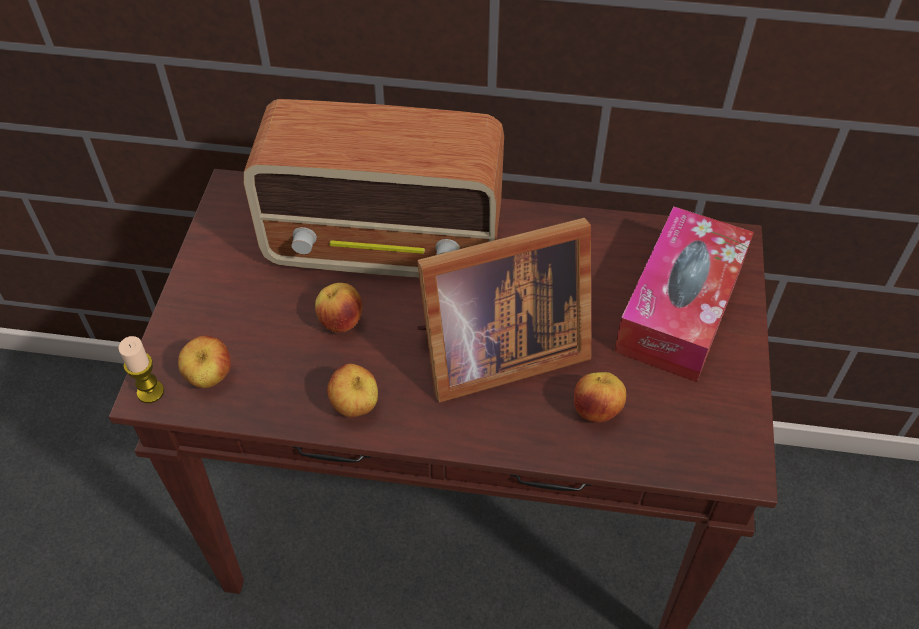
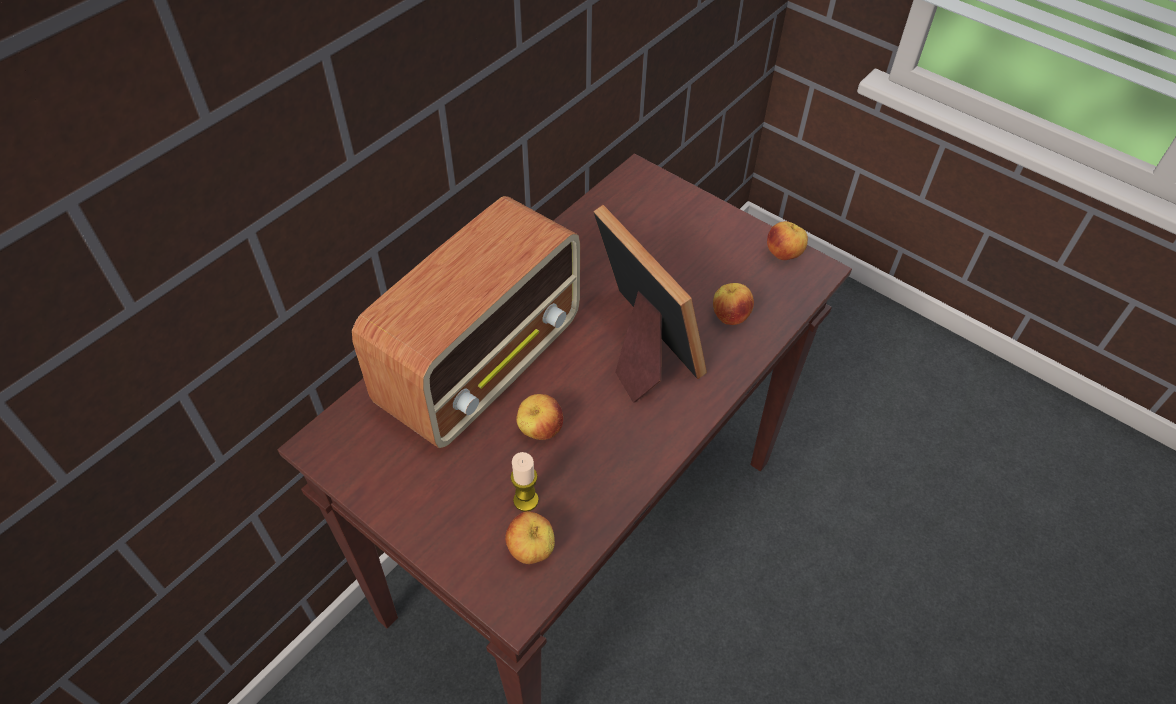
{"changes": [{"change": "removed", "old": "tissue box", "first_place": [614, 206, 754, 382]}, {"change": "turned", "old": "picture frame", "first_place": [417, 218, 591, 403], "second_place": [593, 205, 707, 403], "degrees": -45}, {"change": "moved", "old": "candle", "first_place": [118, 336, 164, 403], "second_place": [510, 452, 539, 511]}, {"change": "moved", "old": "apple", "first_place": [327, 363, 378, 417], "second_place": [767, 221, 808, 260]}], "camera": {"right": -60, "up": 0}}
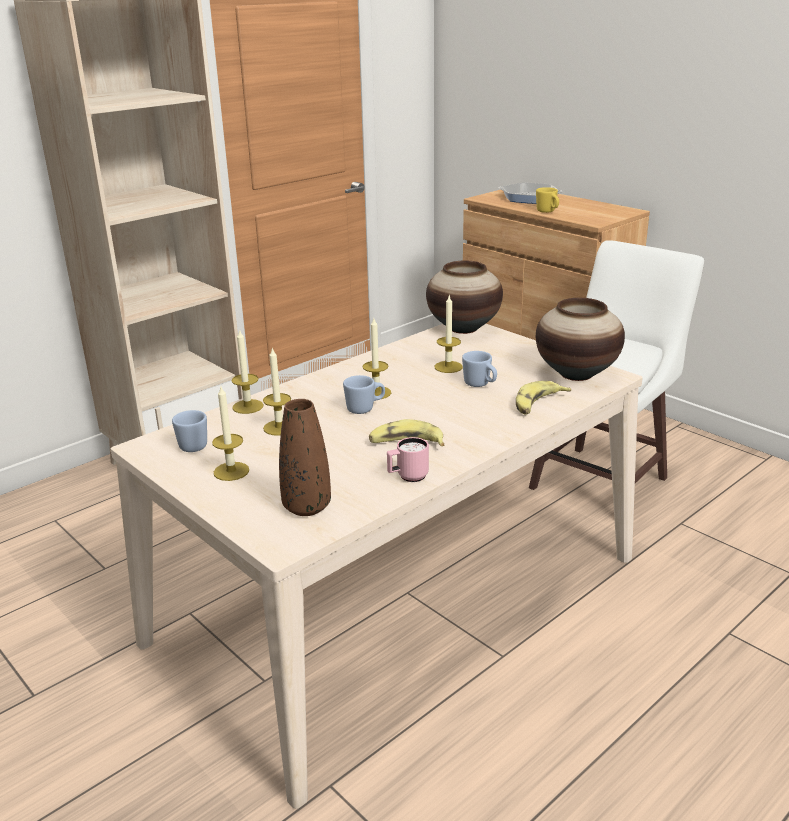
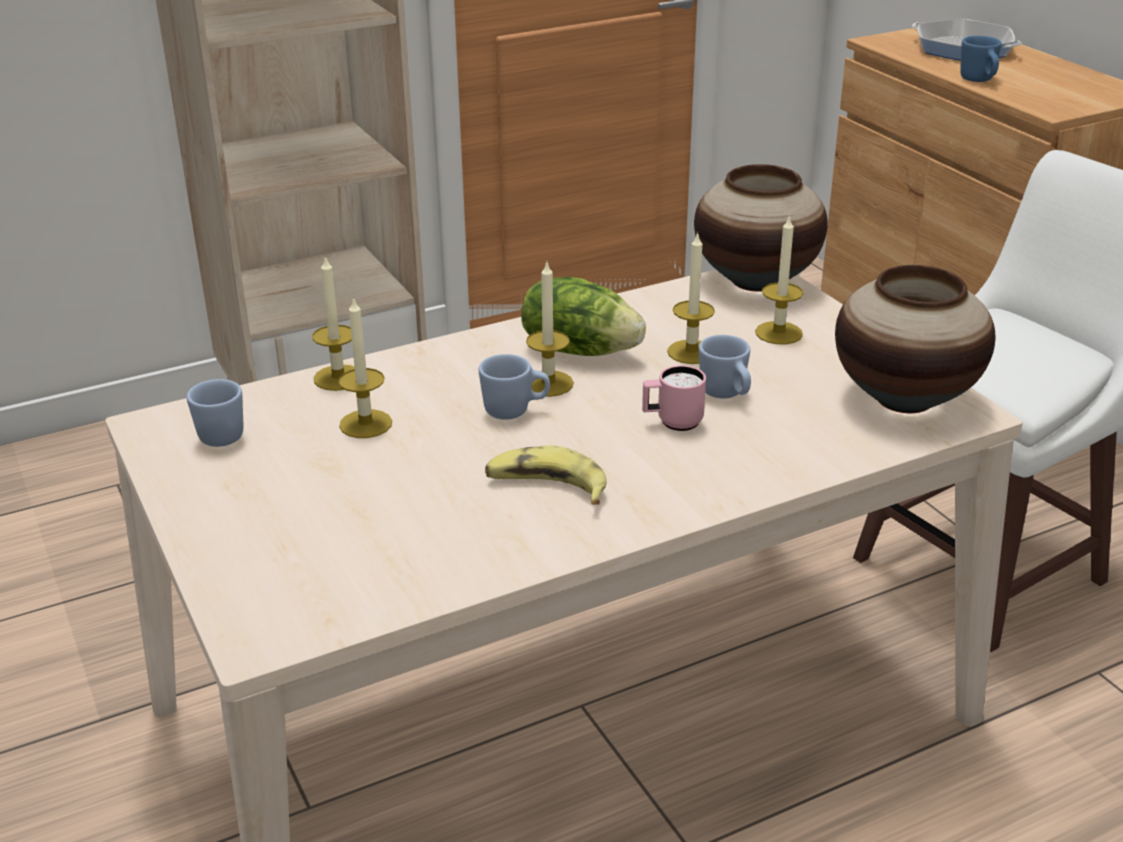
{"changes": [{"change": "recoloured", "old": "yellow mug", "new": "blue mug", "first_place": [536, 187, 559, 213], "second_place": [960, 36, 1002, 82]}, {"change": "removed", "old": "banana", "first_place": [516, 381, 571, 415]}, {"change": "moved", "old": "candle", "first_place": [212, 387, 249, 481], "second_place": [755, 215, 803, 344]}, {"change": "removed", "old": "brown vase", "first_place": [279, 399, 331, 516]}, {"change": "moved", "old": "pink mug", "first_place": [387, 437, 429, 482], "second_place": [642, 365, 706, 431]}, {"change": "added", "new": "lettuce", "second_place": [521, 277, 646, 356]}], "camera": {"right": 15, "up": 5}}
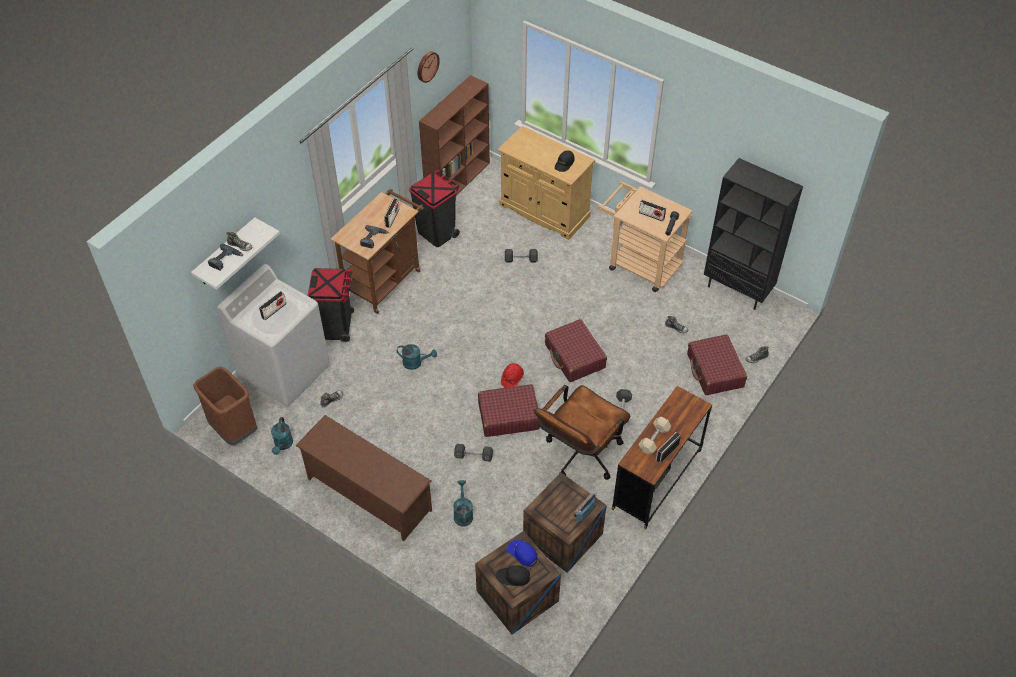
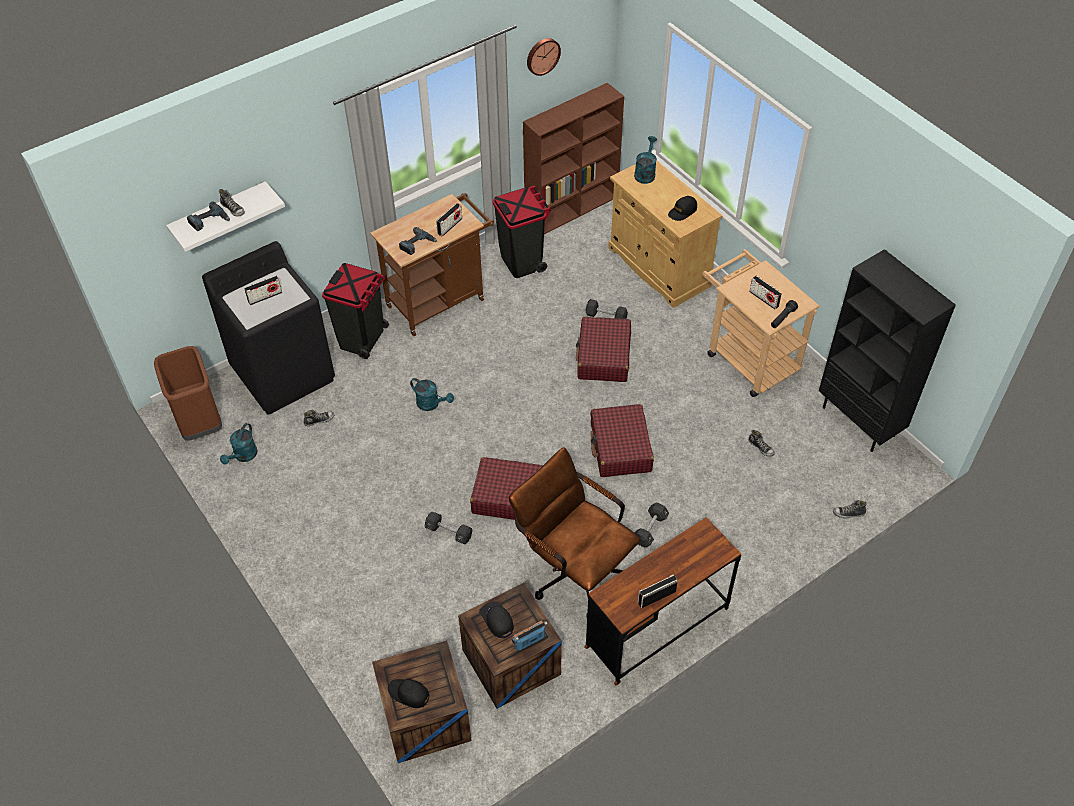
{"changes": [{"change": "recoloured", "old": "white washing machine", "new": "black washing machine", "first_place": [217, 264, 330, 407], "second_place": [202, 241, 335, 415]}, {"change": "moved", "old": "red suitcase", "first_place": [687, 334, 747, 395], "second_place": [576, 317, 631, 382]}, {"change": "removed", "old": "red hard hat", "first_place": [501, 363, 524, 387]}, {"change": "turned", "old": "brown office chair", "first_place": [534, 385, 630, 480], "second_place": [509, 447, 640, 600], "degrees": 75}, {"change": "removed", "old": "brown shoe rack", "first_place": [295, 415, 432, 541]}, {"change": "removed", "old": "beige dumbbell", "first_place": [638, 417, 671, 455]}, {"change": "moved", "old": "turquoise watering can", "first_place": [453, 480, 473, 527], "second_place": [634, 136, 657, 184]}, {"change": "removed", "old": "blue cap", "first_place": [506, 539, 537, 567]}, {"change": "added", "new": "black cap", "second_place": [479, 601, 514, 638]}], "camera": {"right": 20, "up": 0}}
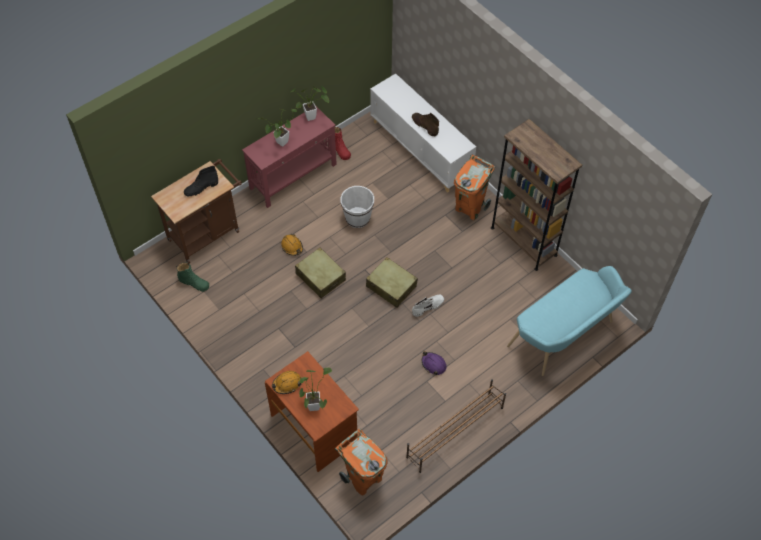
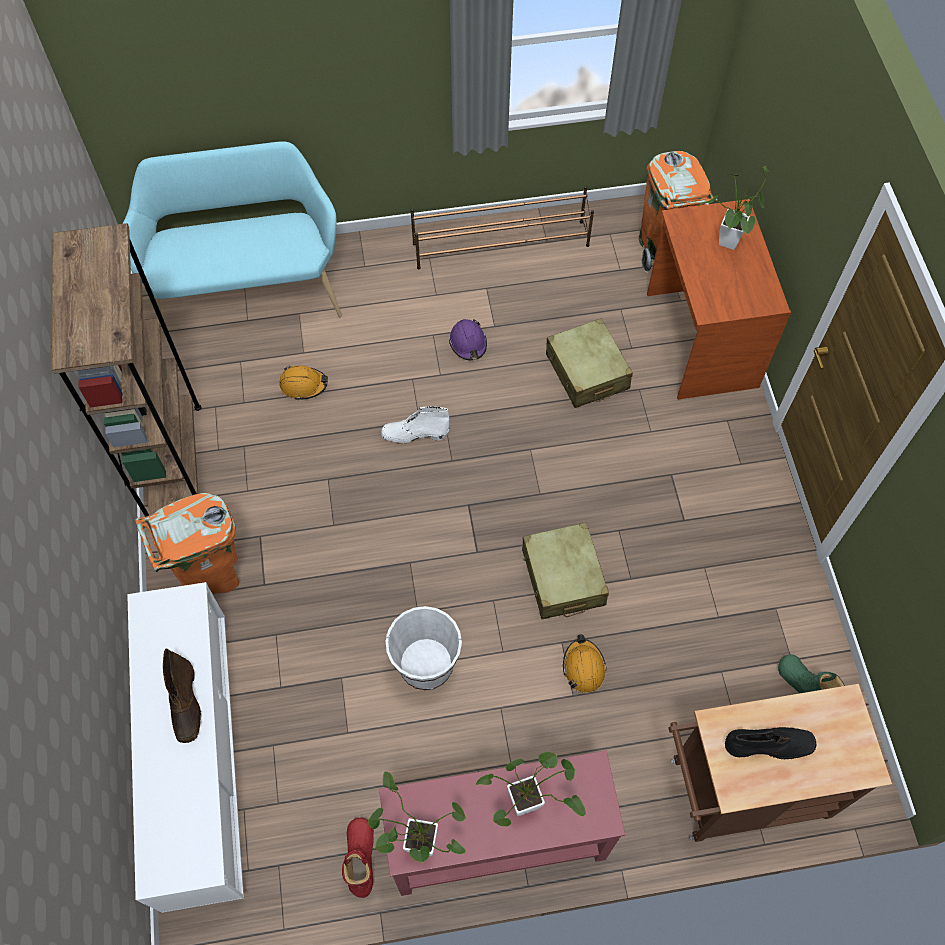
{"changes": [{"change": "moved", "old": "beige suitcase", "first_place": [366, 257, 418, 308], "second_place": [546, 318, 633, 408]}, {"change": "moved", "old": "orange hard hat", "first_place": [271, 371, 301, 394], "second_place": [279, 365, 328, 400]}], "camera": {"right": -150, "up": 5}}
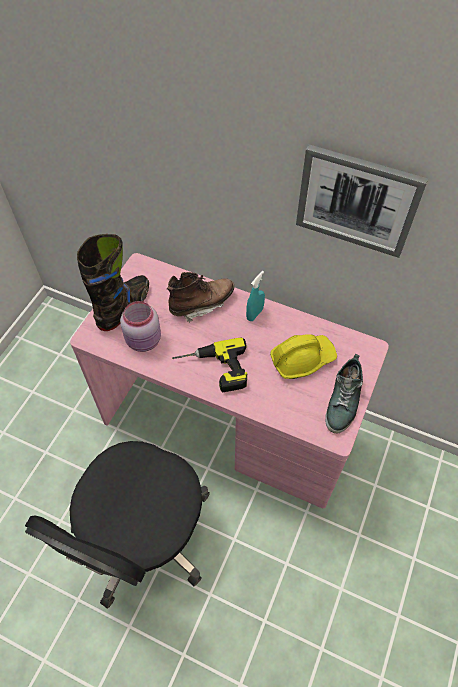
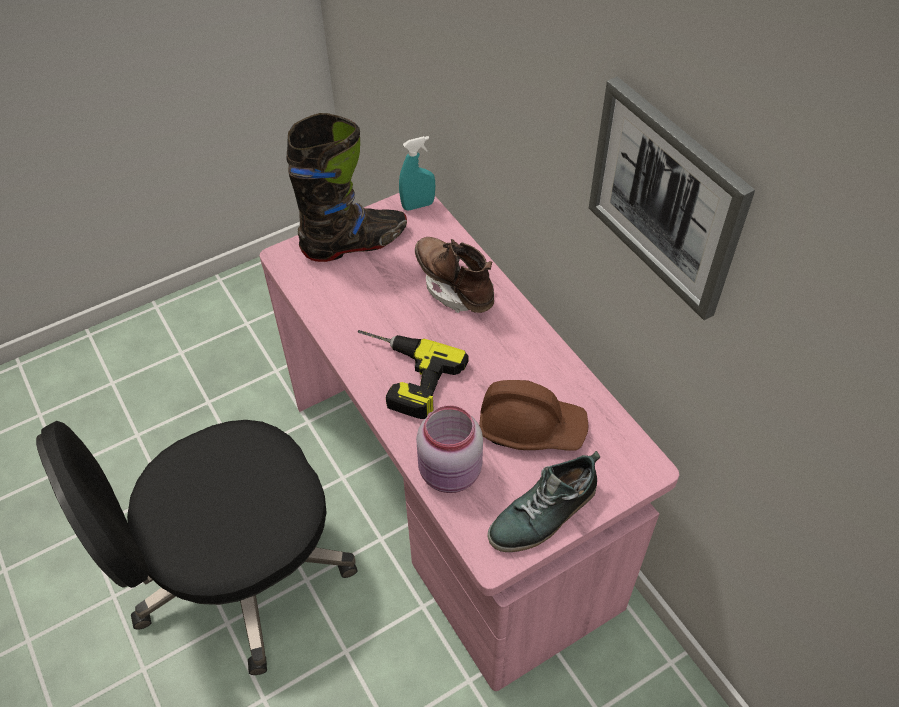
{"changes": [{"change": "moved", "old": "turquoise spray bottle", "first_place": [246, 271, 265, 321], "second_place": [399, 136, 435, 211]}, {"change": "turned", "old": "brown boot", "first_place": [167, 272, 234, 323], "second_place": [415, 237, 494, 313], "degrees": -135}, {"change": "moved", "old": "pink jar", "first_place": [120, 301, 161, 352], "second_place": [416, 405, 483, 493]}, {"change": "recoloured", "old": "yellow hard hat", "new": "brown hard hat", "first_place": [270, 334, 337, 379], "second_place": [479, 380, 588, 451]}], "camera": {"right": 35, "up": -5}}
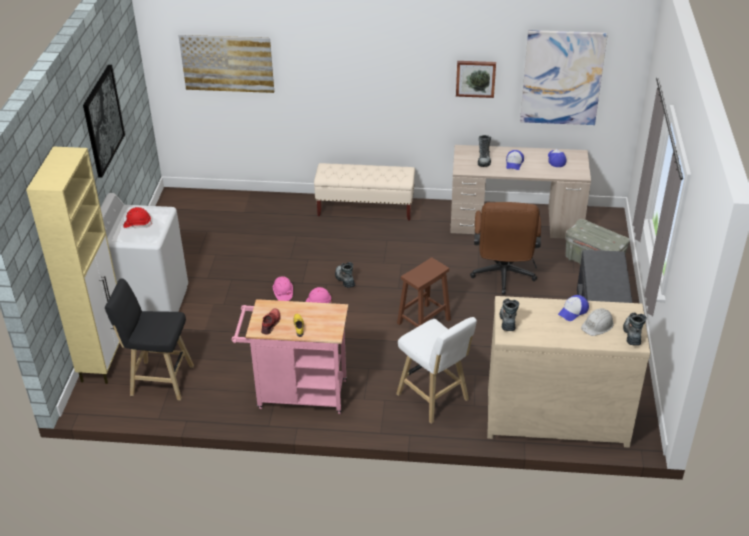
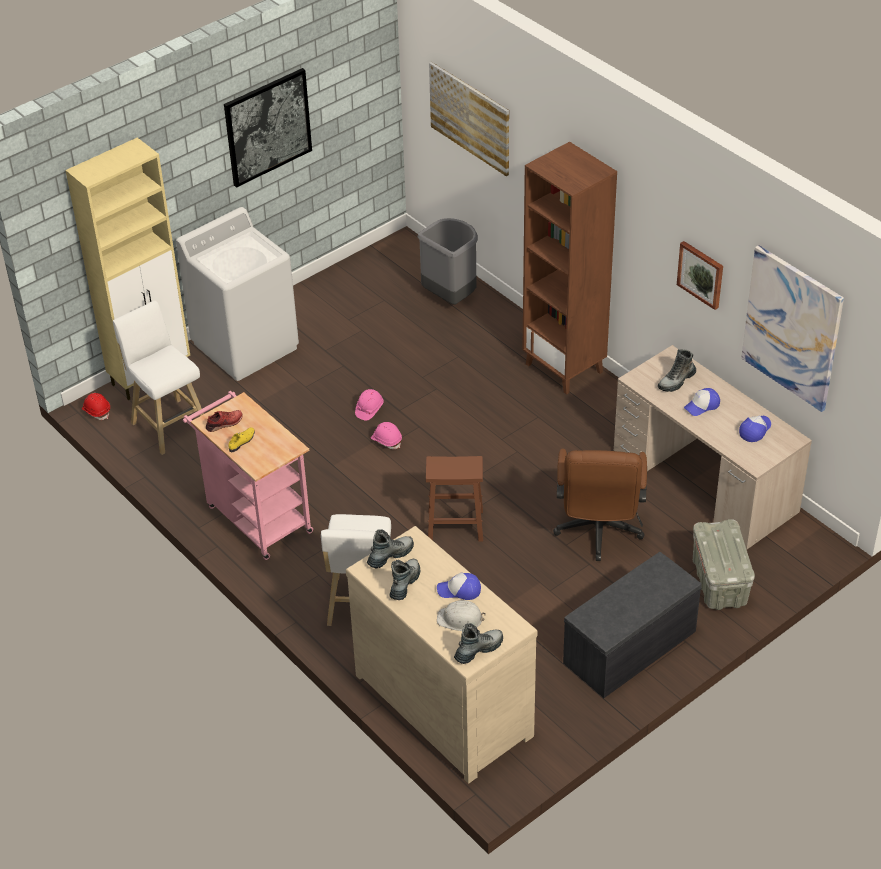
{"changes": [{"change": "replaced", "old": "beige bench", "new": "brown bookcase", "first_place": [314, 163, 415, 221], "second_place": [522, 142, 617, 395]}, {"change": "turned", "old": "brown office chair", "first_place": [470, 202, 541, 295], "second_place": [553, 448, 647, 561], "degrees": -45}, {"change": "moved", "old": "red hard hat", "first_place": [123, 207, 152, 228], "second_place": [82, 393, 110, 420]}, {"change": "moved", "old": "boot", "first_place": [335, 262, 355, 288], "second_place": [389, 559, 420, 600]}, {"change": "recoloured", "old": "black stool", "new": "white stool", "first_place": [105, 279, 194, 401], "second_place": [113, 301, 204, 455]}, {"change": "added", "new": "grey trash can", "second_place": [418, 218, 478, 305]}], "camera": {"right": 45, "up": 5}}
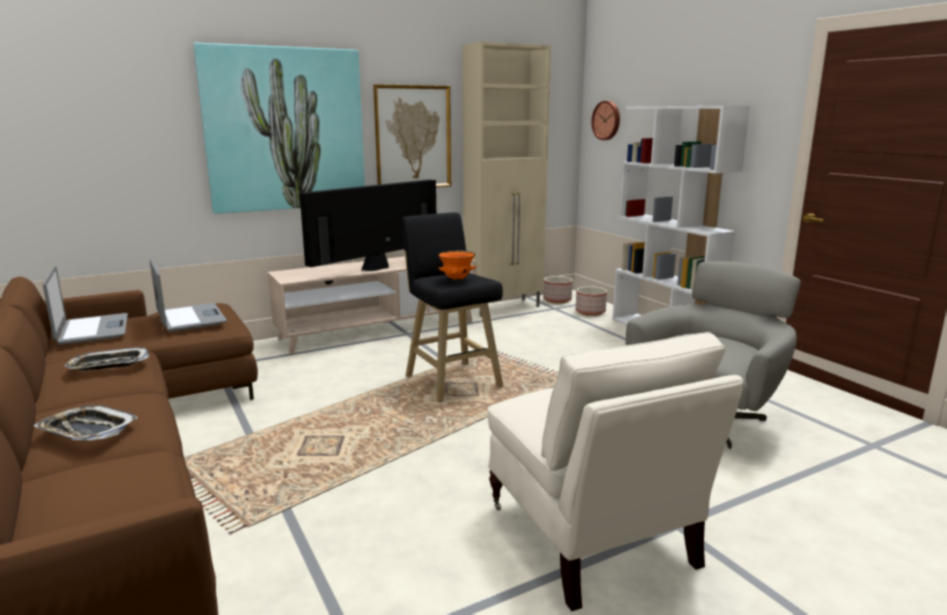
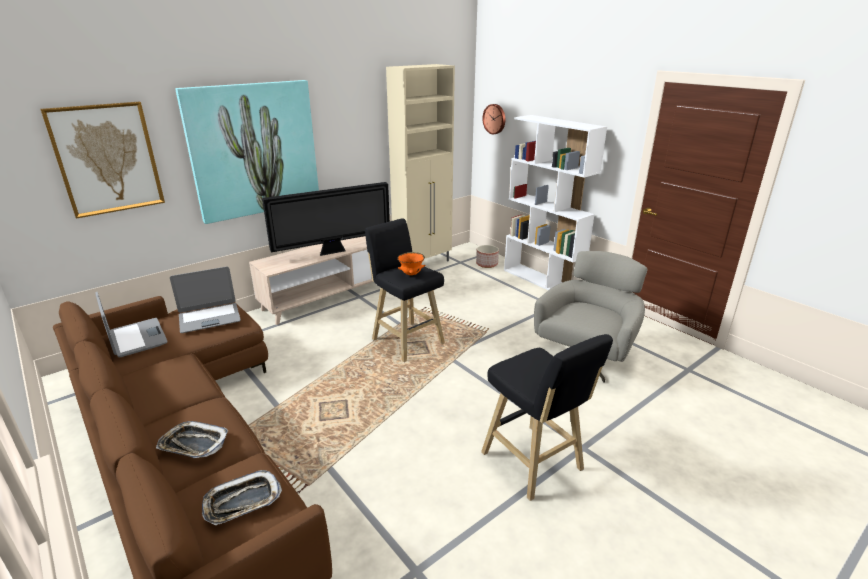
{"changes": [{"change": "moved", "old": "picture", "first_place": [373, 84, 451, 187], "second_place": [40, 101, 165, 219]}, {"change": "turned", "old": "television", "first_place": [300, 179, 436, 271], "second_place": [262, 182, 390, 256], "degrees": -150}, {"change": "turned", "old": "laptop", "first_place": [150, 259, 227, 332], "second_place": [170, 267, 241, 333], "degrees": 105}, {"change": "removed", "old": "planter", "first_place": [544, 276, 573, 303]}, {"change": "replaced", "old": "beige armchair", "new": "black stool", "first_place": [487, 332, 743, 611], "second_place": [481, 334, 613, 501]}, {"change": "moved", "old": "tray", "first_place": [65, 347, 150, 371], "second_place": [202, 470, 282, 525]}], "camera": {"right": -10, "up": 10}}
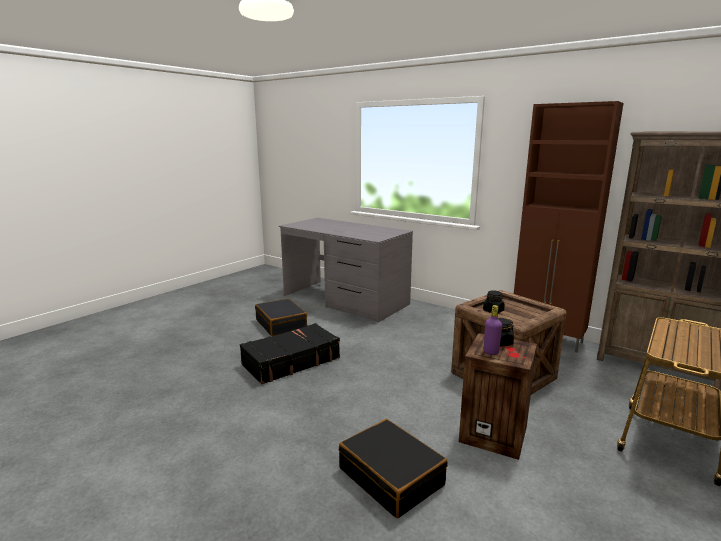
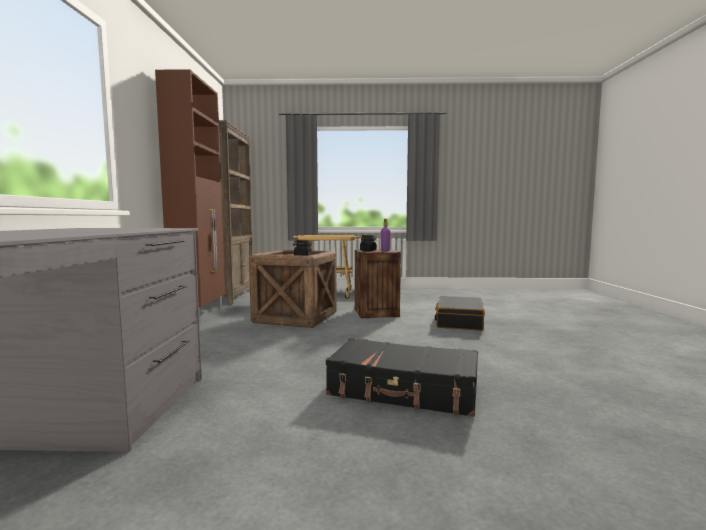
{"changes": [{"change": "removed", "old": "black suitcase", "first_place": [255, 298, 307, 336]}], "camera": {"right": -125, "up": -10}}
